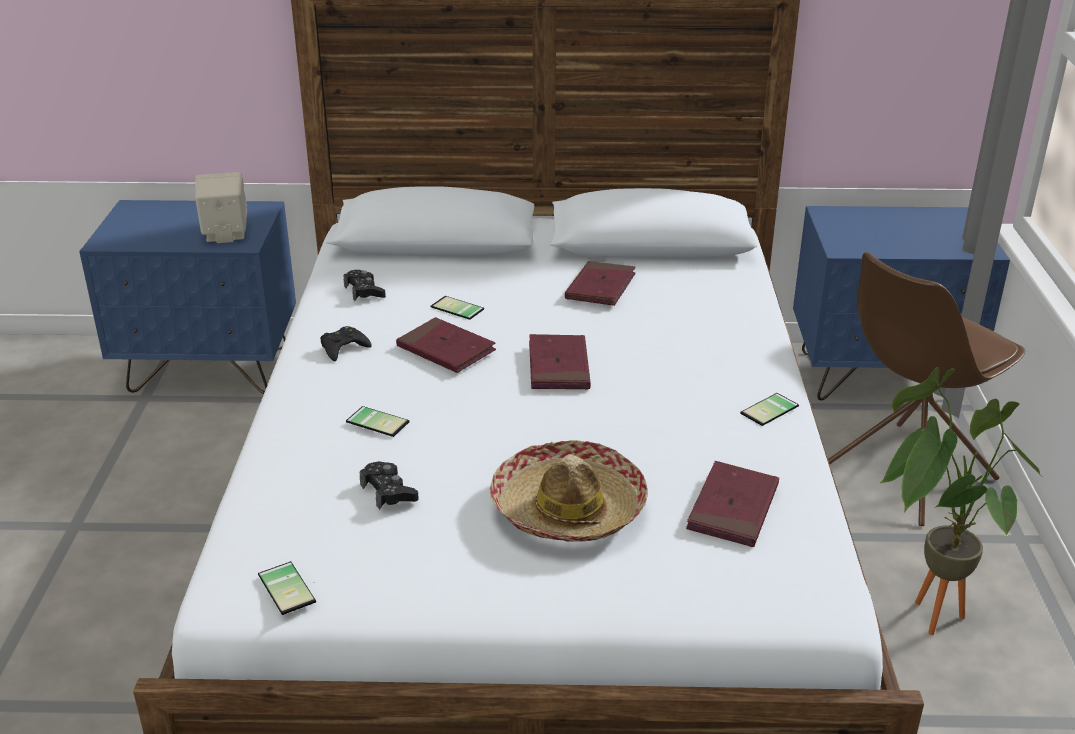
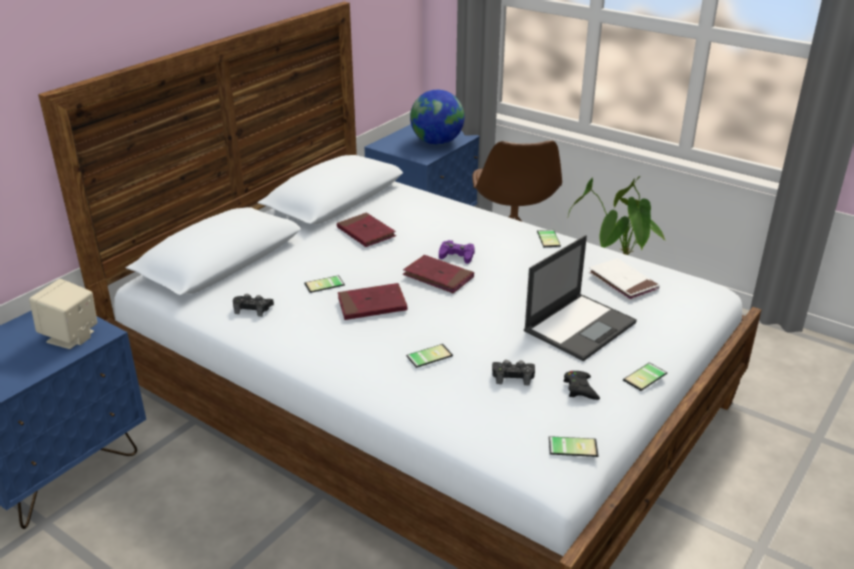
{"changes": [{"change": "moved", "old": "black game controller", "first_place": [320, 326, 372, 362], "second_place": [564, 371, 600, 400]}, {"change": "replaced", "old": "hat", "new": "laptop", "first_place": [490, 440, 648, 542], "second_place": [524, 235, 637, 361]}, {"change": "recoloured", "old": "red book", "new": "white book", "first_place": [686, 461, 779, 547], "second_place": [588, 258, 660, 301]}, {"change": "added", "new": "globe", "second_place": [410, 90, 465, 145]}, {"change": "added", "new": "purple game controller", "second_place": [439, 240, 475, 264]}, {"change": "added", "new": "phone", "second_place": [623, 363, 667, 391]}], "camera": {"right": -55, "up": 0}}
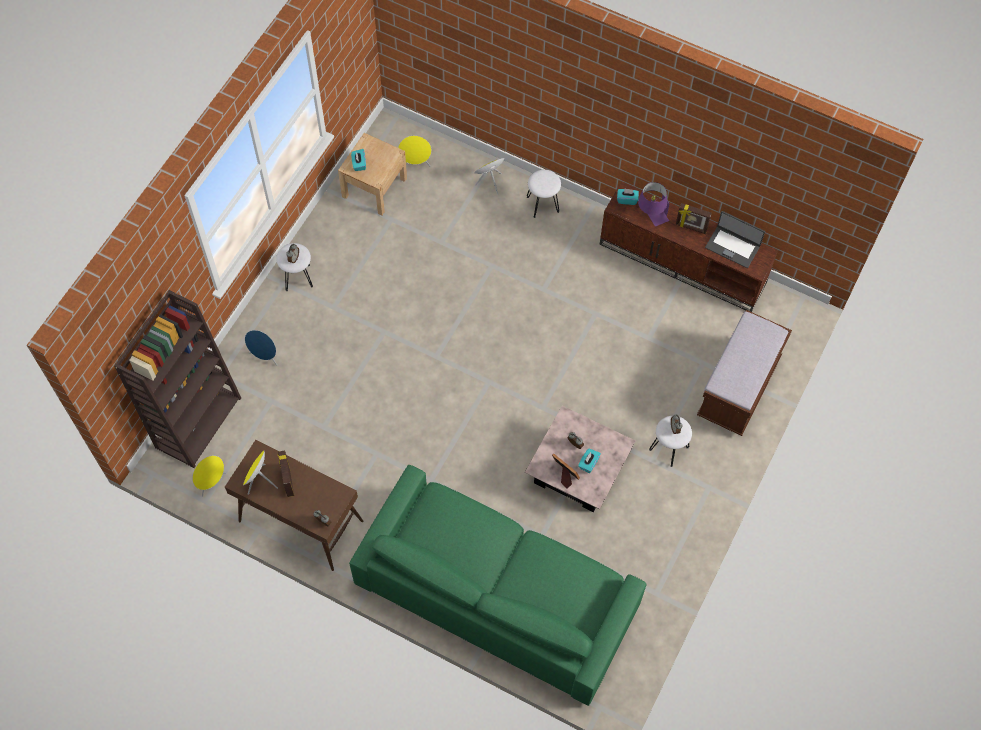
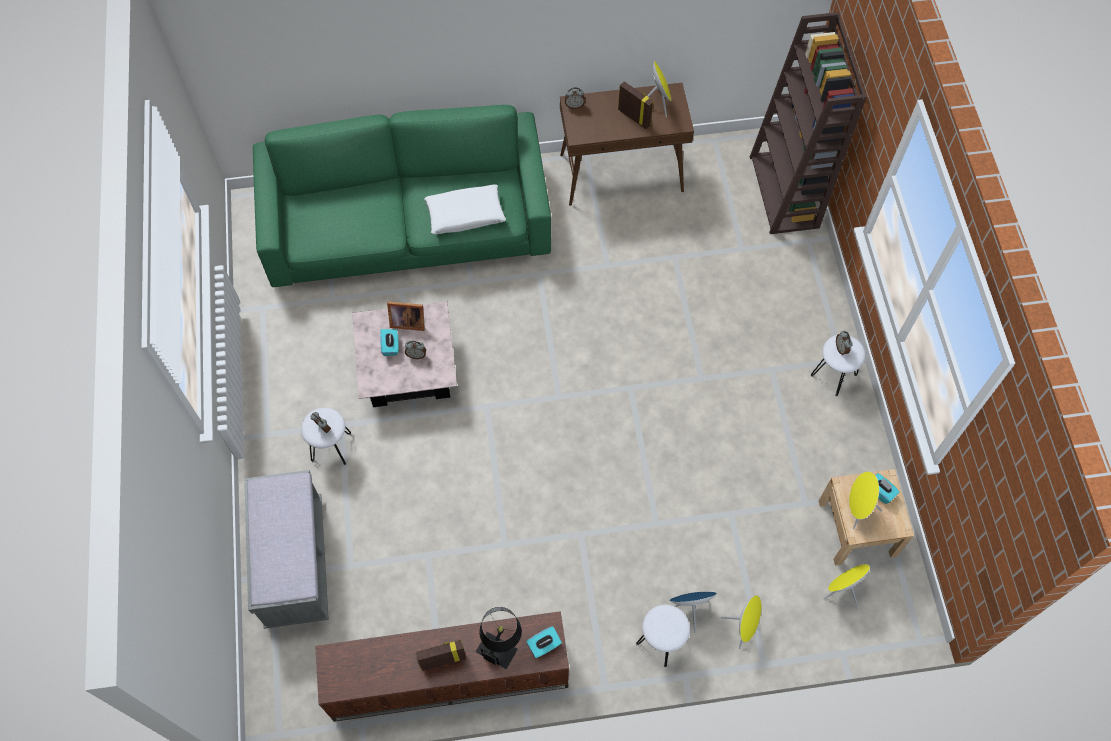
{"changes": [{"change": "recoloured", "old": "purple table lamp", "new": "black table lamp", "first_place": [638, 182, 669, 226], "second_place": [476, 607, 522, 669]}, {"change": "removed", "old": "laptop", "first_place": [705, 211, 765, 268]}, {"change": "recoloured", "old": "brown bench", "new": "grey bench", "first_place": [697, 310, 792, 436], "second_place": [244, 470, 329, 629]}, {"change": "moved", "old": "blue speaker", "first_place": [245, 330, 278, 366], "second_place": [669, 592, 717, 633]}, {"change": "moved", "old": "yellow speaker", "first_place": [192, 456, 227, 497], "second_place": [849, 471, 882, 529]}, {"change": "added", "new": "white pillow", "second_place": [424, 184, 506, 234]}], "camera": {"right": 145, "up": 0}}
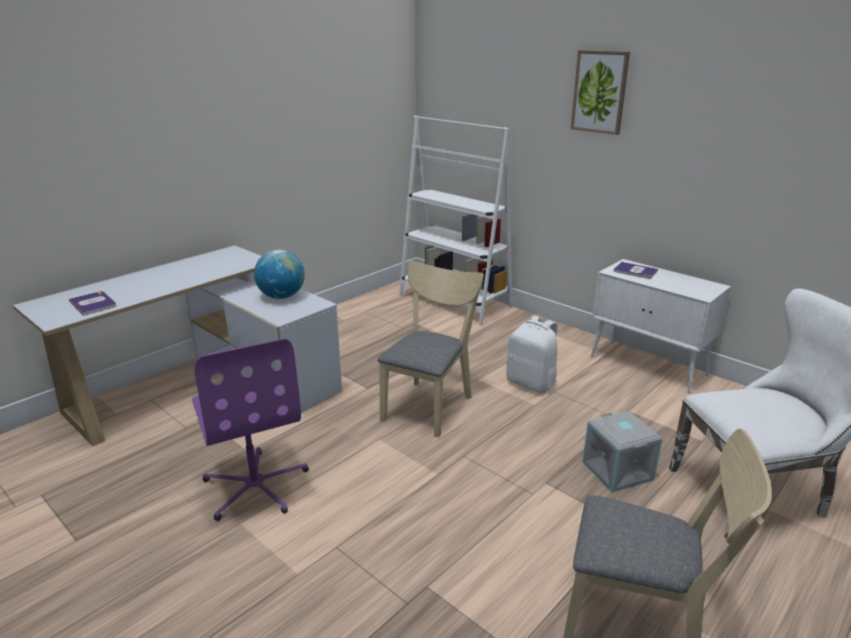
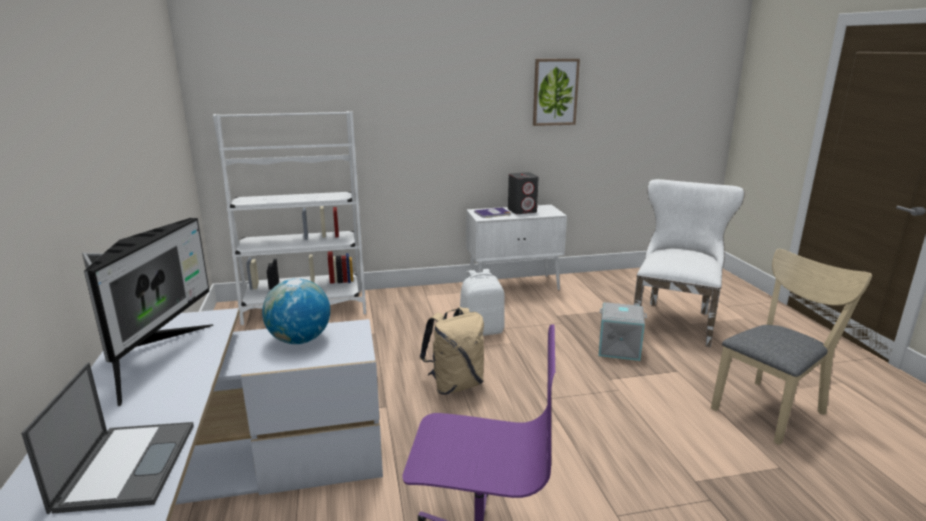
{"changes": [{"change": "moved", "old": "picture", "first_place": [571, 50, 630, 135], "second_place": [533, 59, 580, 126]}, {"change": "replaced", "old": "beige chair", "new": "beige backpack", "first_place": [378, 261, 484, 438], "second_place": [419, 307, 484, 395]}, {"change": "replaced", "old": "book", "new": "laptop", "first_place": [69, 291, 116, 316], "second_place": [21, 362, 194, 514]}, {"change": "added", "new": "grey speaker", "second_place": [508, 172, 539, 214]}, {"change": "added", "new": "monitor", "second_place": [82, 218, 214, 406]}], "camera": {"right": -55, "up": -5}}
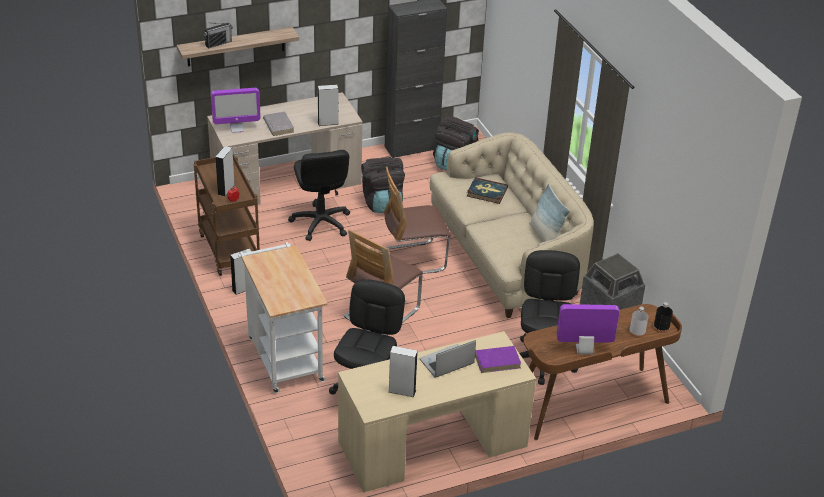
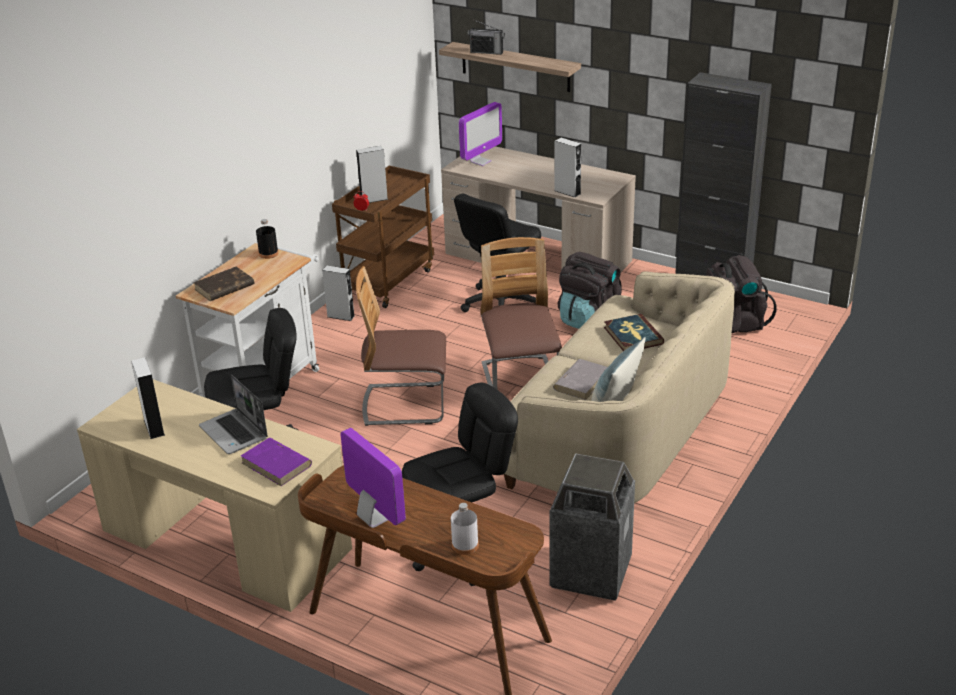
{"changes": [{"change": "turned", "old": "monitor", "first_place": [211, 88, 261, 133], "second_place": [459, 102, 502, 166], "degrees": -90}, {"change": "moved", "old": "grey book", "first_place": [263, 112, 294, 136], "second_place": [553, 359, 607, 400]}, {"change": "turned", "old": "chair", "first_place": [380, 166, 451, 274], "second_place": [480, 237, 562, 389], "degrees": 45}, {"change": "moved", "old": "black bottle", "first_place": [653, 302, 673, 333], "second_place": [256, 219, 279, 259]}, {"change": "turned", "old": "laptop", "first_place": [420, 340, 476, 378], "second_place": [199, 375, 268, 454], "degrees": -150}, {"change": "added", "new": "brown book", "second_place": [194, 266, 254, 301]}], "camera": {"right": 55, "up": -5}}
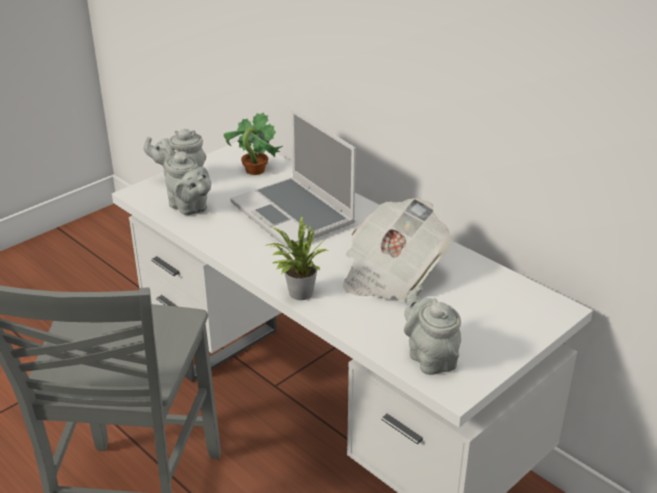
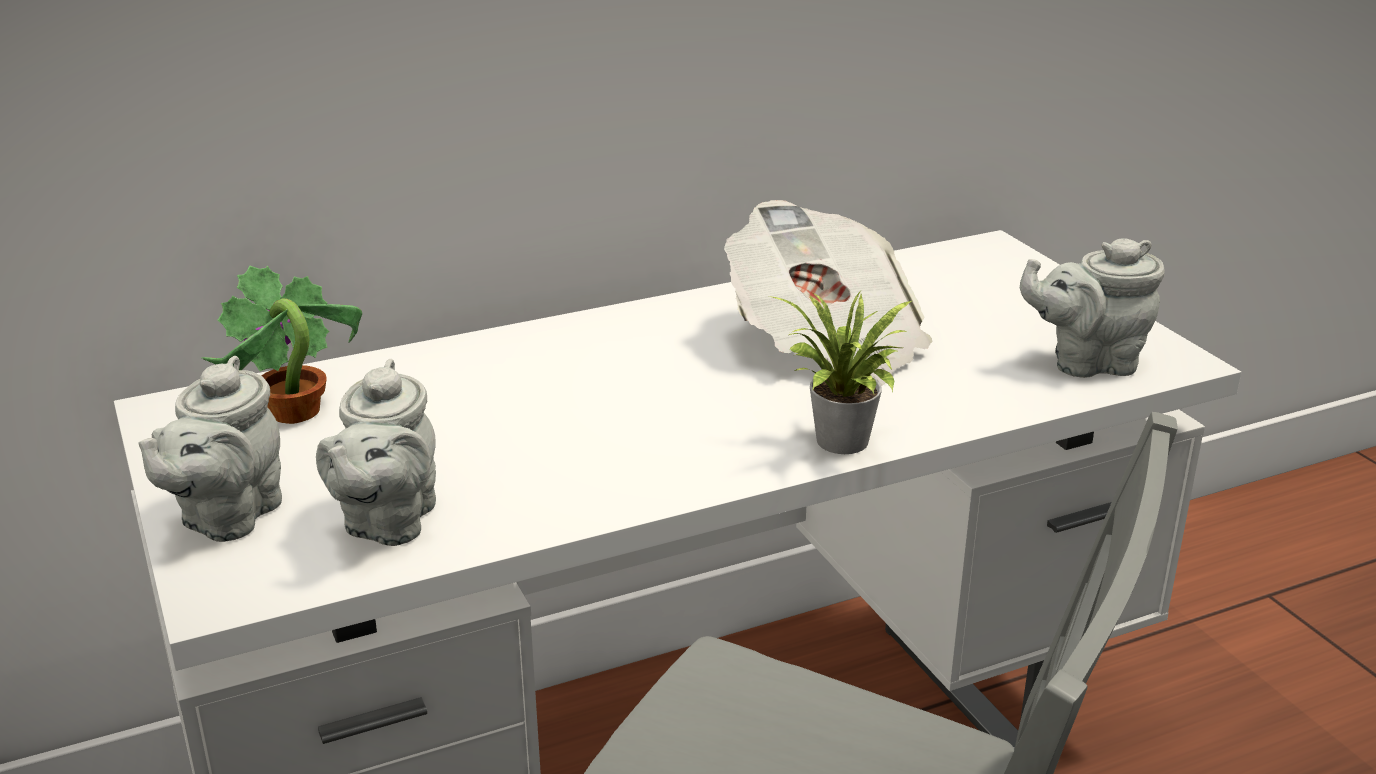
{"changes": [{"change": "removed", "old": "laptop", "first_place": [230, 109, 356, 248]}, {"change": "turned", "old": "grey teapot", "first_place": [165, 149, 211, 215], "second_place": [316, 359, 436, 546], "degrees": 120}], "camera": {"right": -70, "up": -5}}
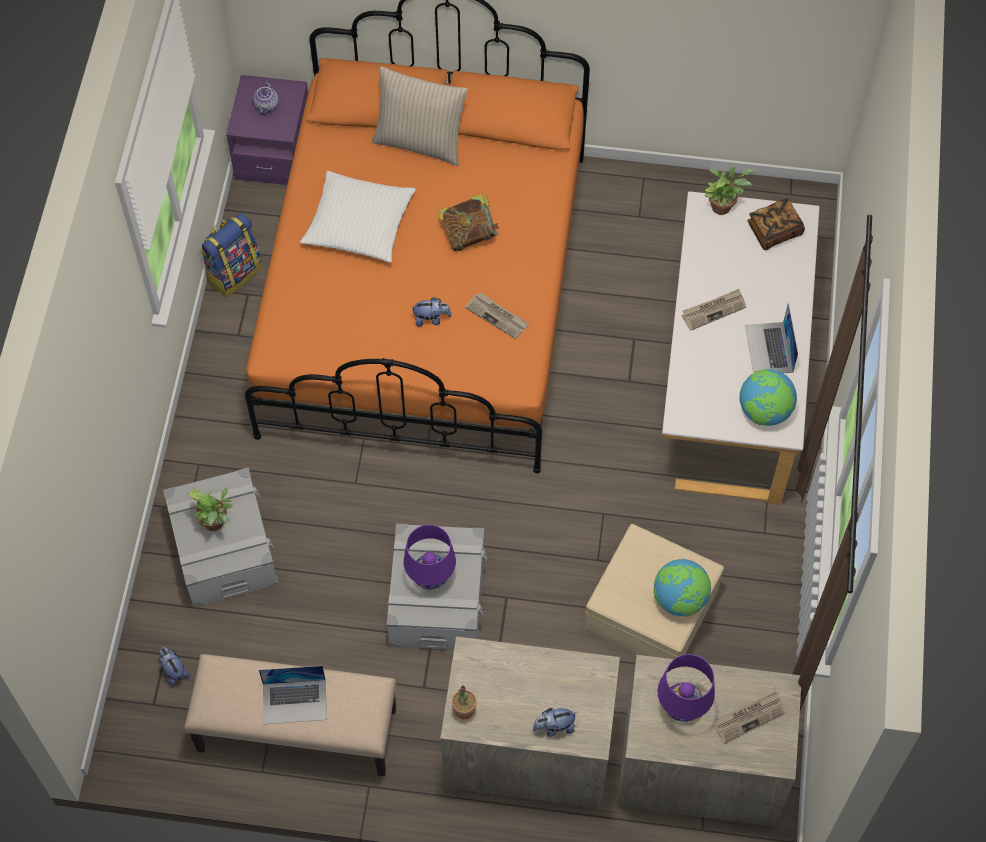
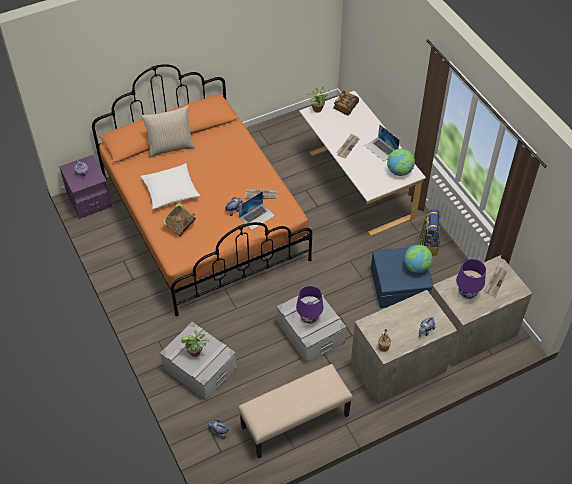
{"changes": [{"change": "moved", "old": "book", "first_place": [437, 193, 500, 251], "second_place": [161, 202, 196, 236]}, {"change": "moved", "old": "backpack", "first_place": [201, 213, 262, 297], "second_place": [419, 209, 441, 256]}, {"change": "recoloured", "old": "beige storage box", "new": "blue storage box", "first_place": [584, 524, 724, 659], "second_place": [371, 247, 433, 308]}, {"change": "moved", "old": "laptop", "first_place": [259, 665, 327, 724], "second_place": [239, 191, 275, 230]}], "camera": {"right": -35, "up": -10}}
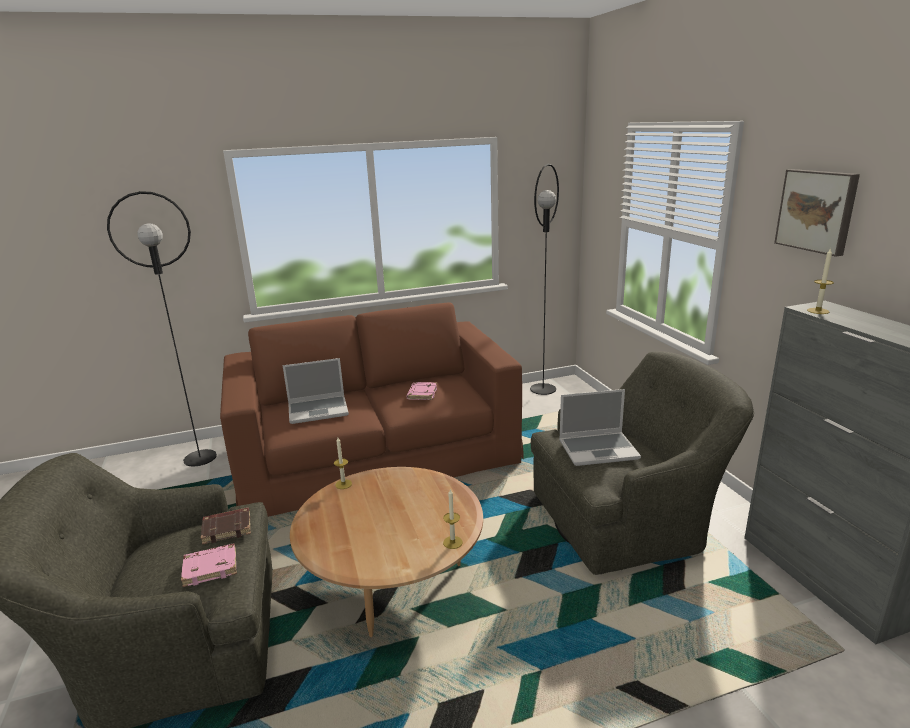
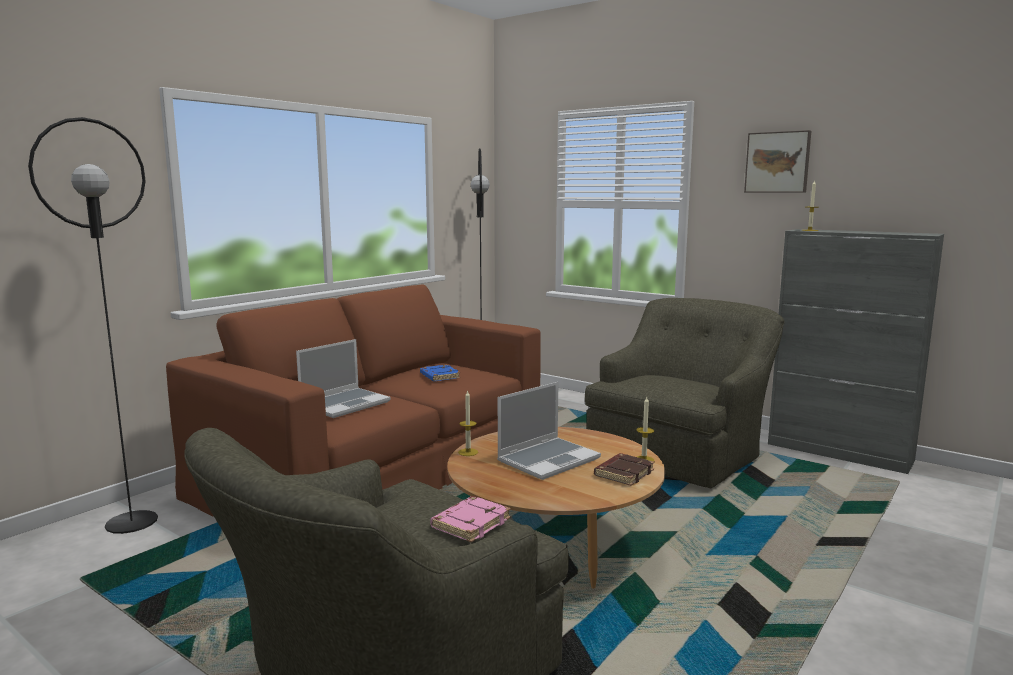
{"changes": [{"change": "recoloured", "old": "pink book", "new": "blue book", "first_place": [407, 382, 437, 400], "second_place": [420, 364, 460, 381]}, {"change": "moved", "old": "laptop", "first_place": [559, 389, 641, 466], "second_place": [497, 382, 601, 480]}, {"change": "moved", "old": "brown book", "first_place": [201, 507, 251, 544], "second_place": [594, 453, 655, 486]}], "camera": {"right": -35, "up": -10}}
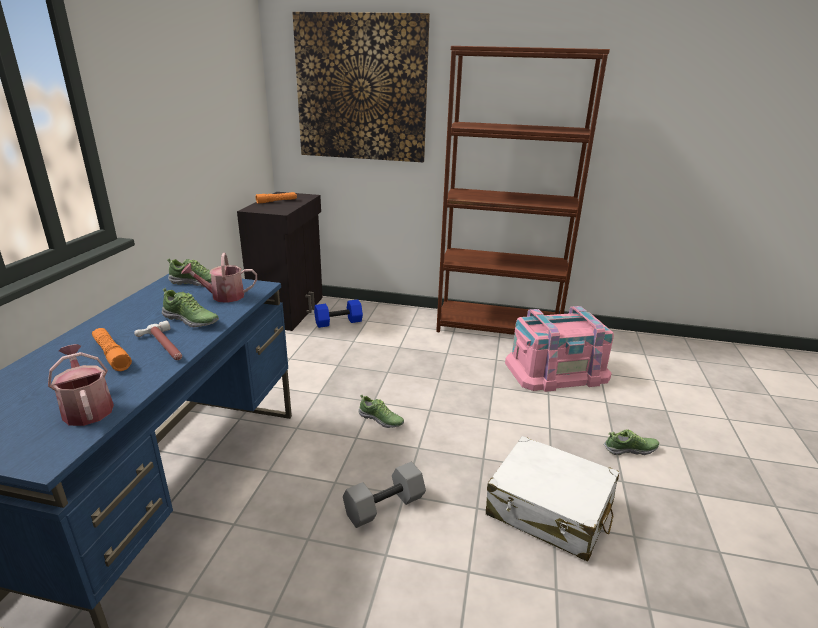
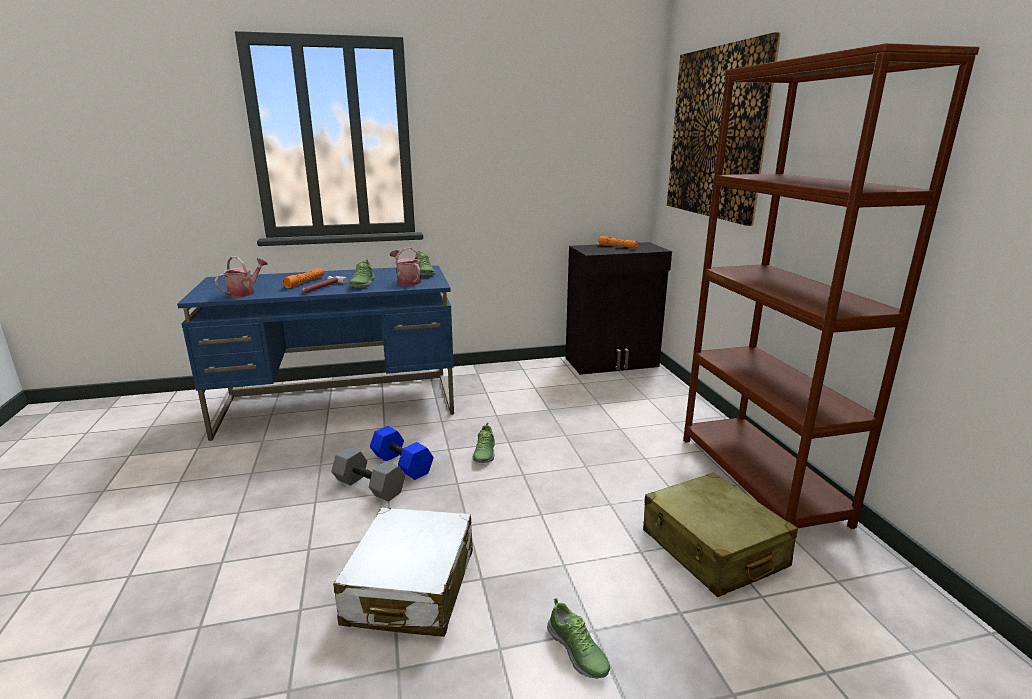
{"changes": [{"change": "moved", "old": "blue dumbbell", "first_place": [314, 299, 363, 328], "second_place": [370, 426, 434, 480]}, {"change": "replaced", "old": "pink storage box", "new": "beige suitcase", "first_place": [505, 306, 614, 392], "second_place": [643, 473, 798, 597]}], "camera": {"right": 65, "up": -5}}
